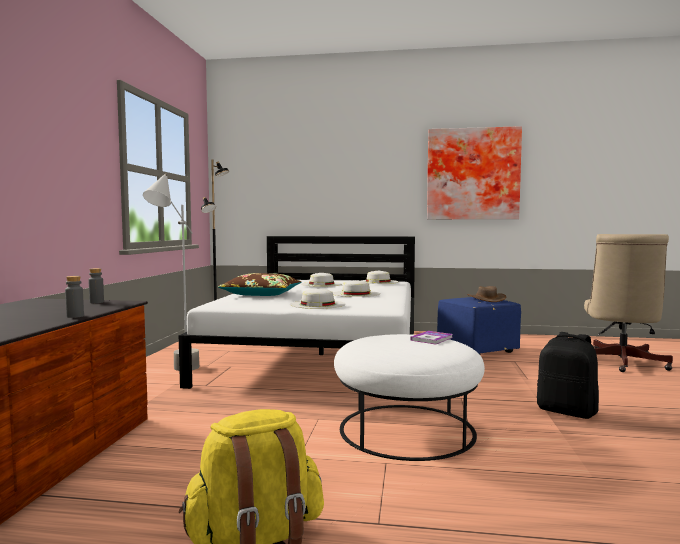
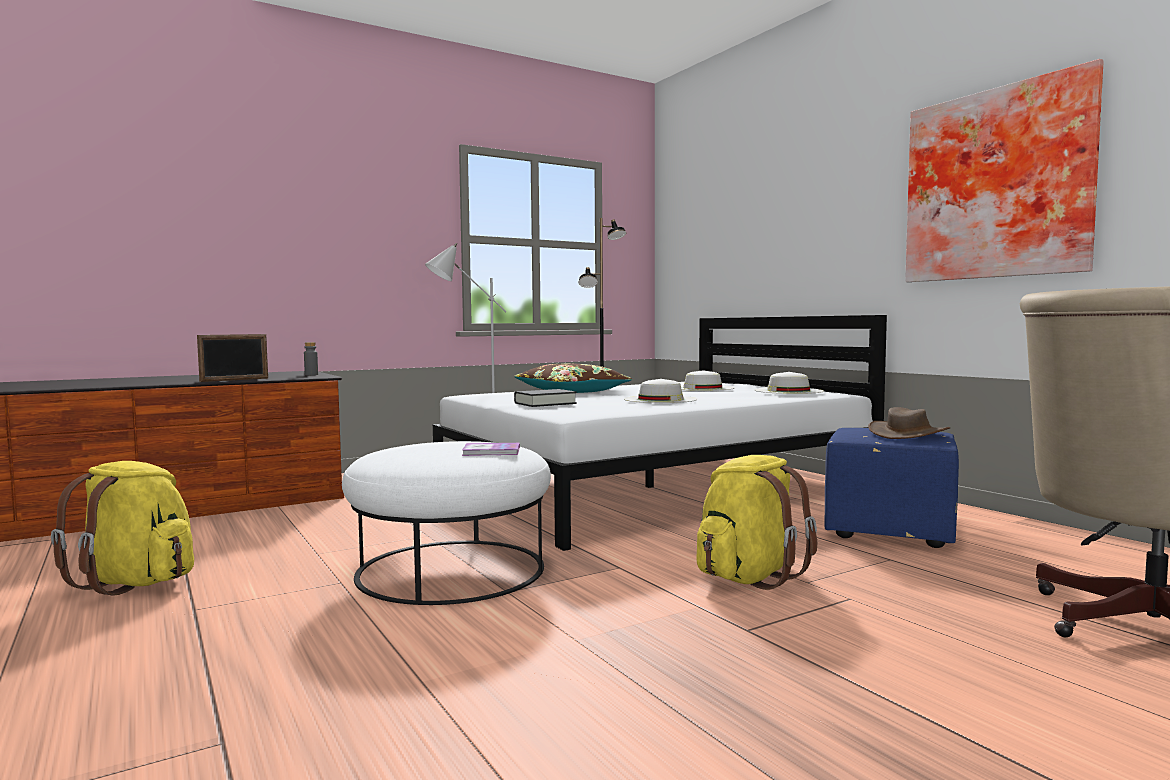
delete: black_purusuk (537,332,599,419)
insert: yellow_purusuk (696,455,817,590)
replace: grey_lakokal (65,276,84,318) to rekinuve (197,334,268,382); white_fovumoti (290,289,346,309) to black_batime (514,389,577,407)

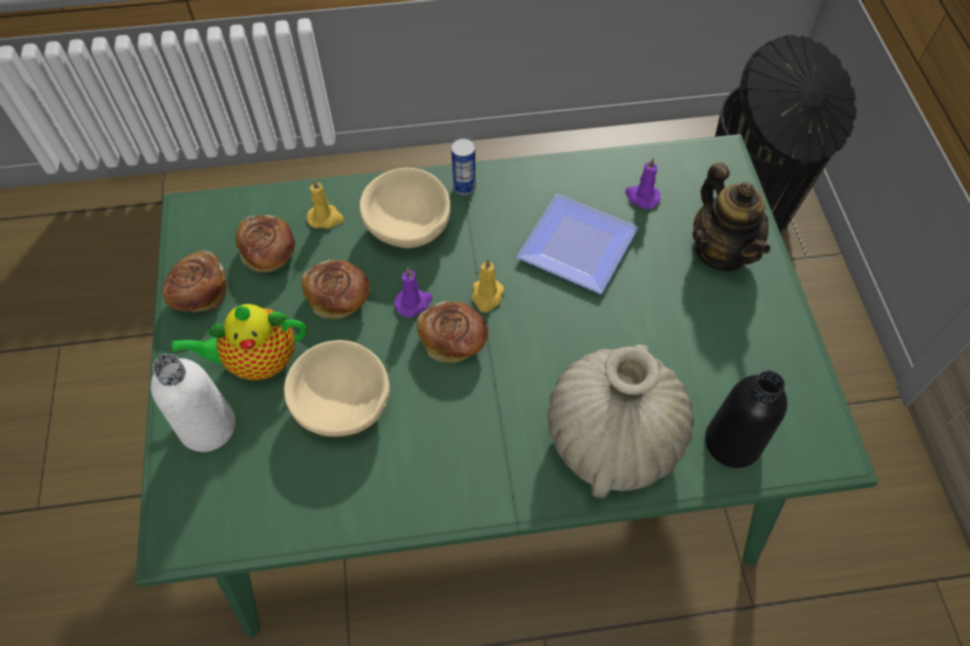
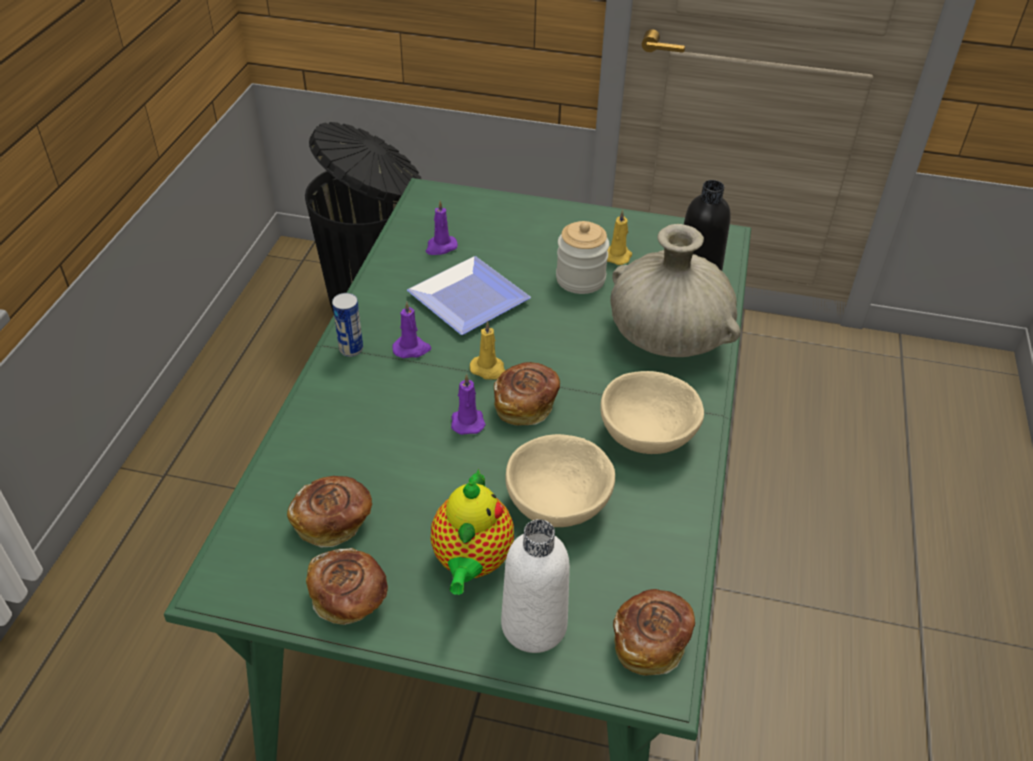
delete: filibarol (693,163,771,271)
insert: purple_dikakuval (393,301,432,358); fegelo (556,221,609,294)
move: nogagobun (301,259,371,319) to (613,589,695,676); yellow_dikakuval (307,179,344,229) to (607,210,632,265); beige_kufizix (360,168,451,248) to (600,371,704,454)

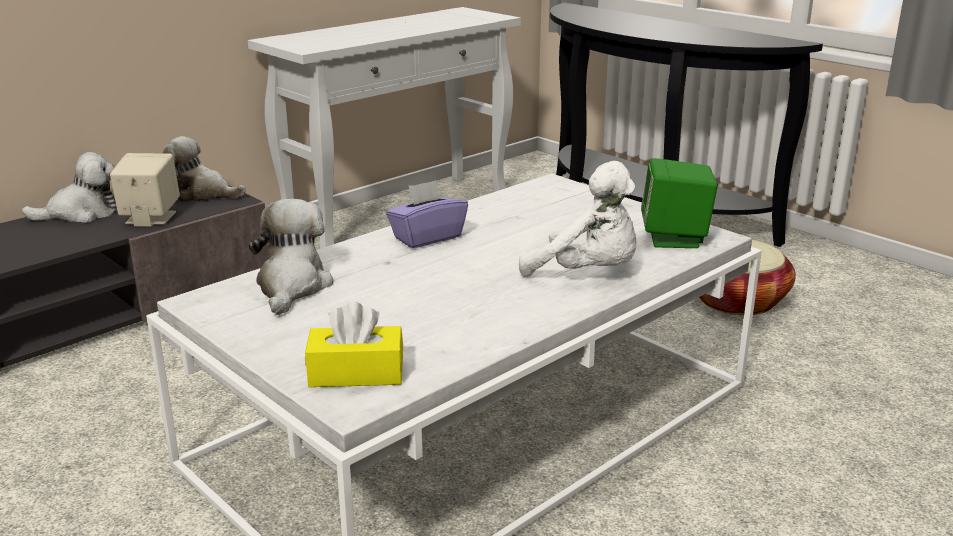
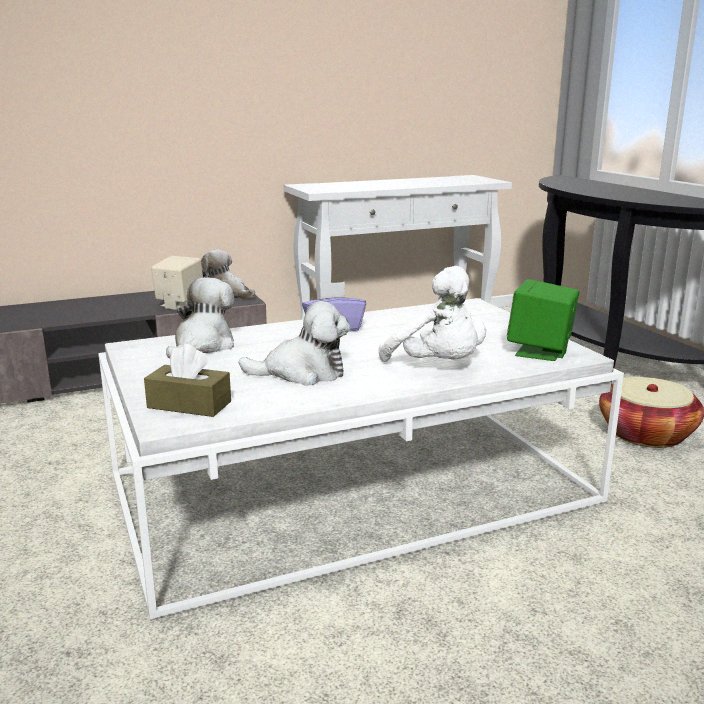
move: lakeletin (22,152,117,223) to (239,301,351,386)
recolor: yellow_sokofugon (305,302,403,387) to brown_sokofugon (144,344,231,417)

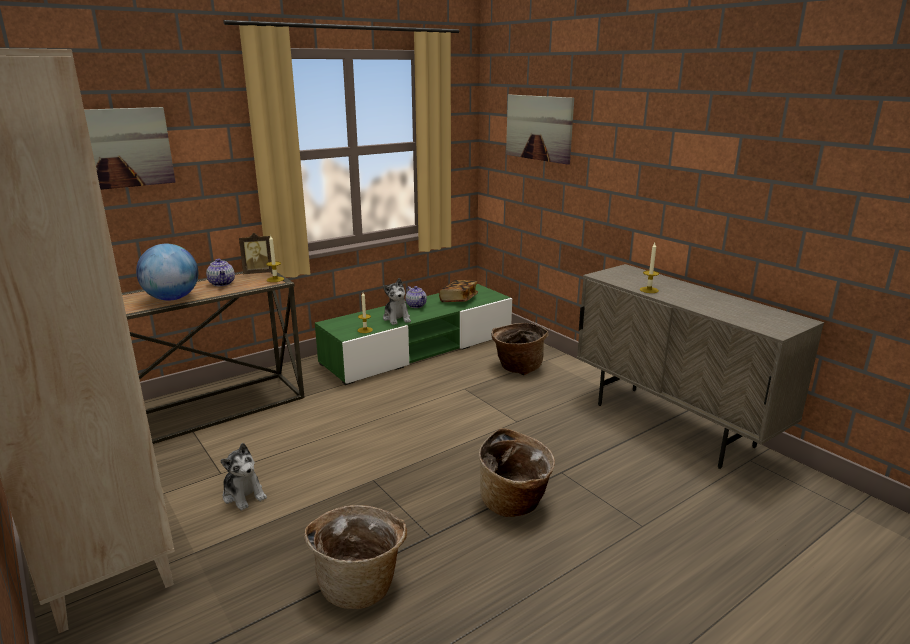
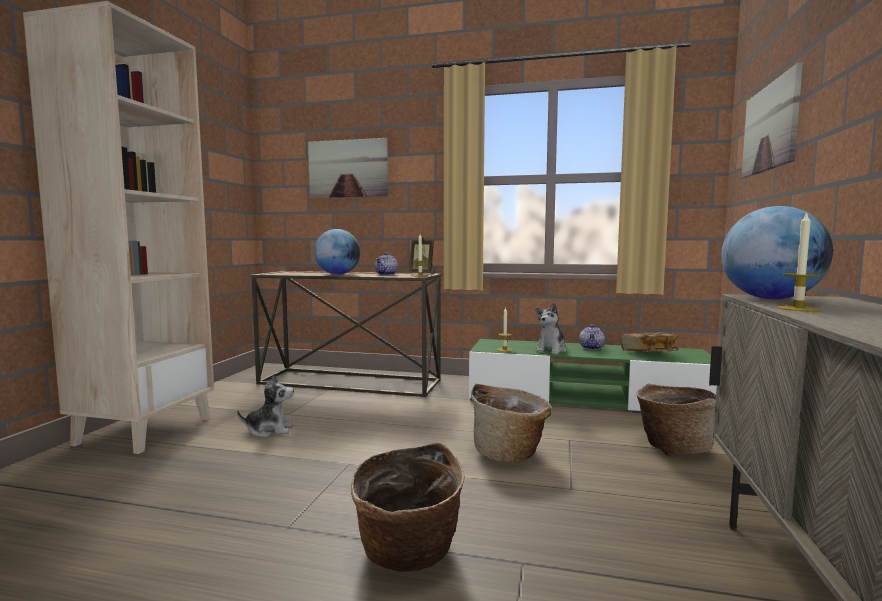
insert: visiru (721,206,833,299)
move: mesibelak (304,505,407,609) to (471,384,552,463)
rotate: lakeletin (220,443,267,511) = (237,374,294,437) 105 degrees counterclockwise

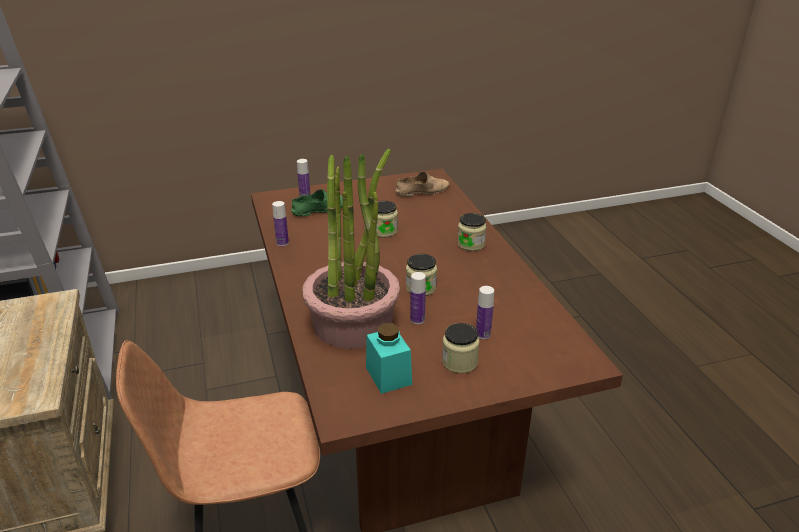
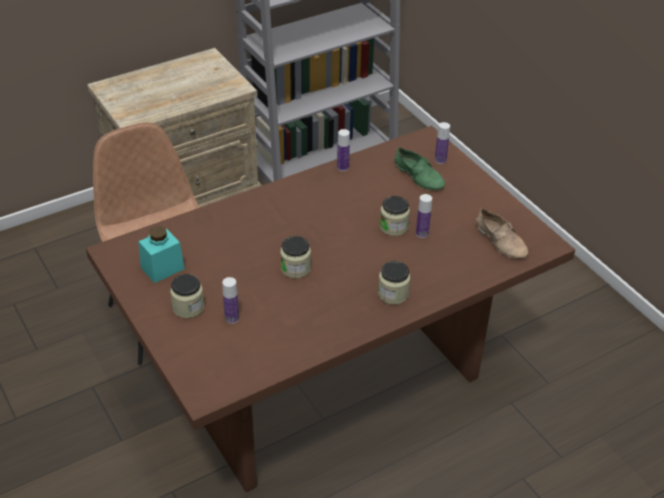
delete: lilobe (302,149,400,349)
move: lakokal (410,272,426,324) to (416,194,432,238)

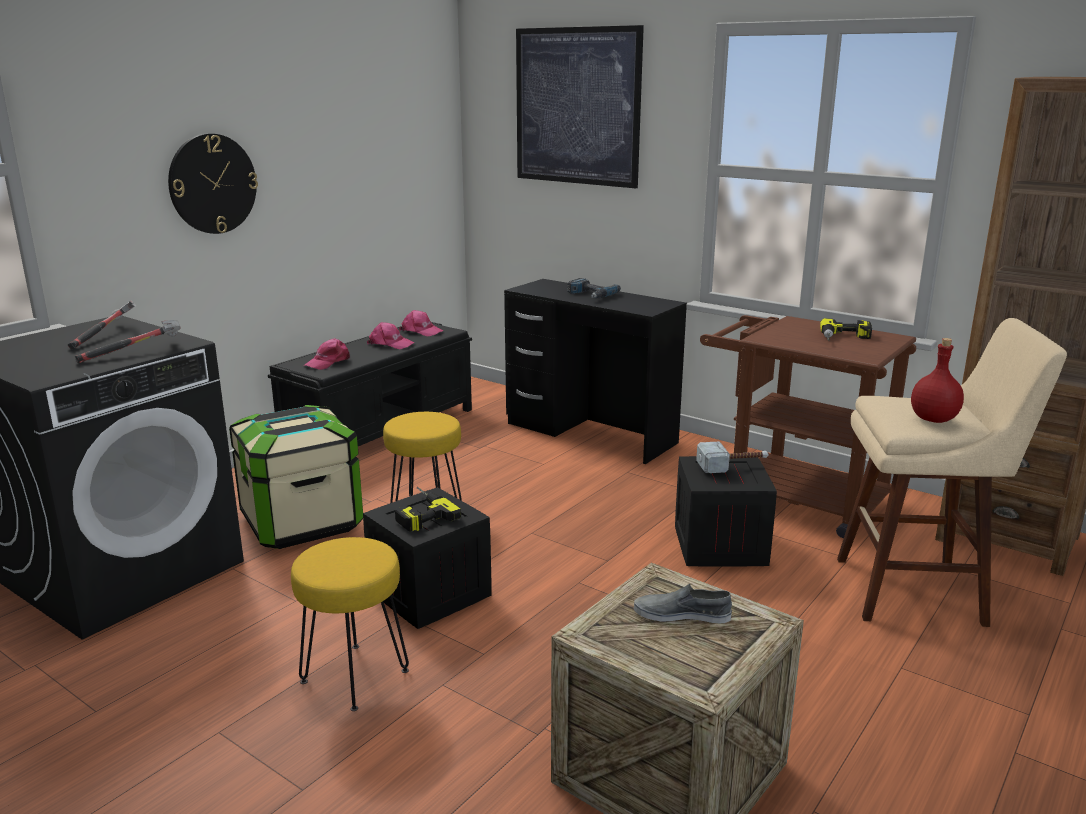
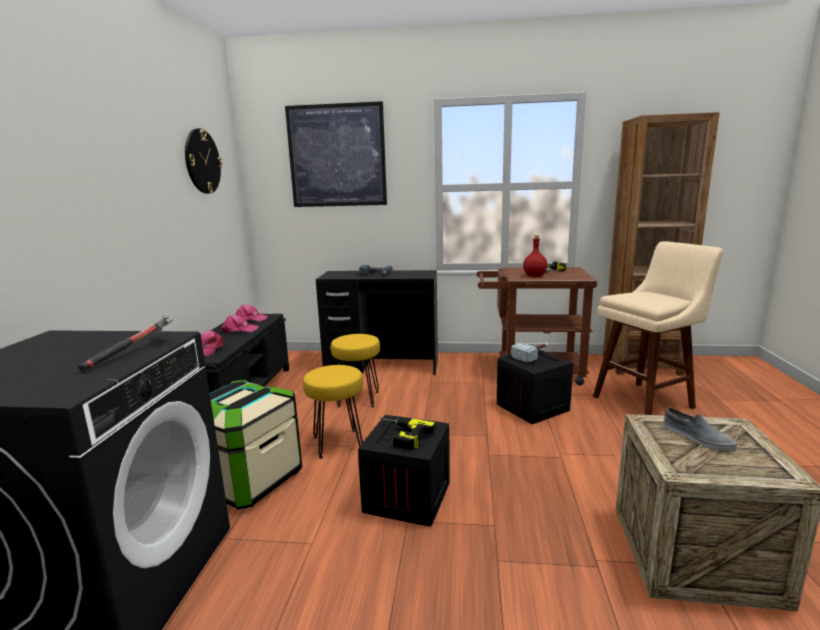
delete: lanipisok (68,300,136,350)
move: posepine (168,133,258,234) to (185,128,222,194); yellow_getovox (291,537,409,711) to (331,334,380,408); red_lakokal (911,338,964,423) to (523,235,547,277)
rotate: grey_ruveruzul (634,584,732,623) = (663,407,737,451) 105 degrees counterclockwise

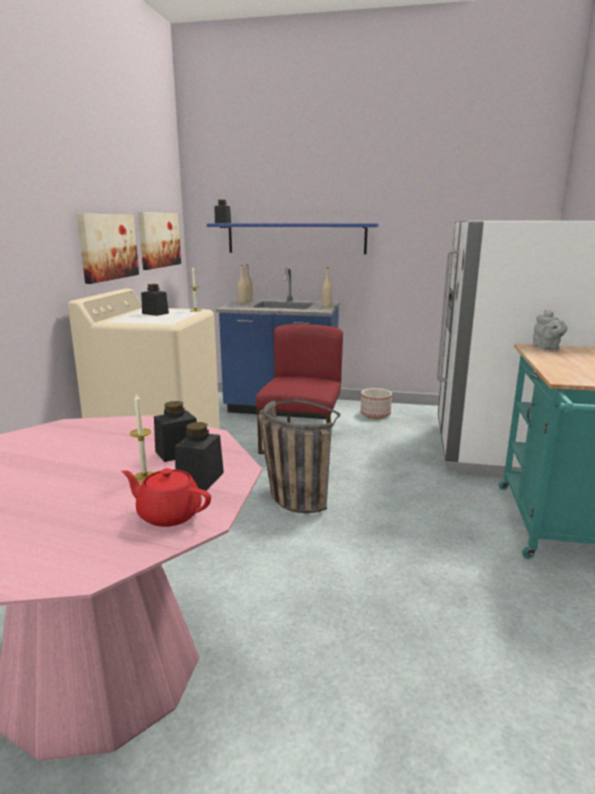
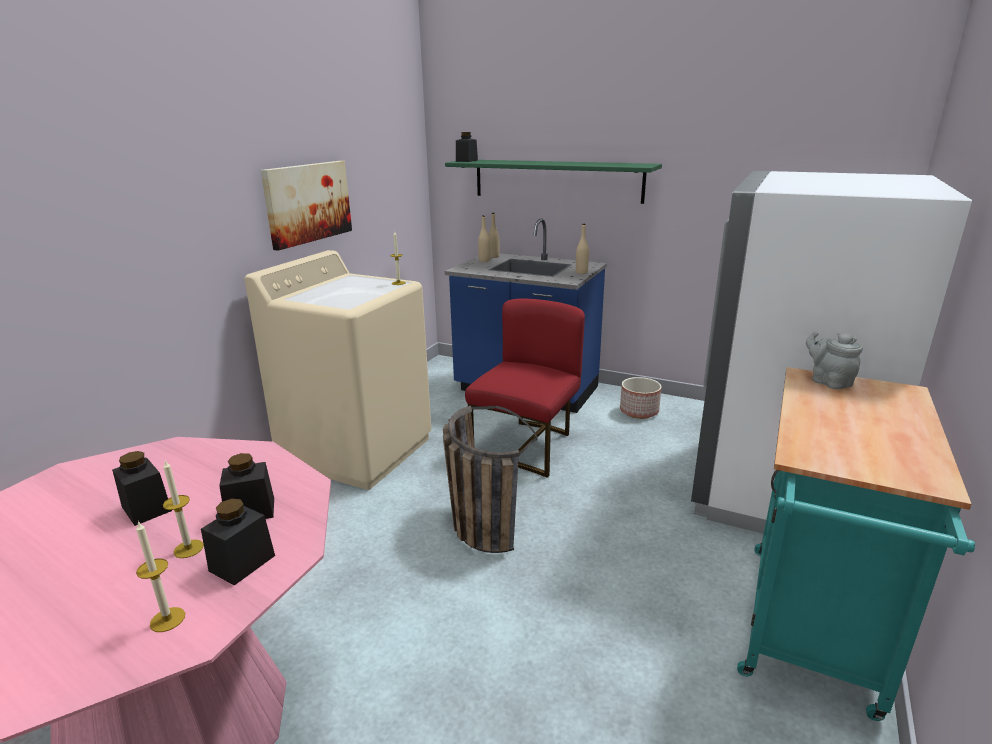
delete: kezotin (138,212,181,270)
move: black_fegelo (141,284,169,316) to (112,451,172,526)
replace: red_filibarol (121,468,211,527) to dikakuval (136,521,185,632)
recolor: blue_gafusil (207,224,379,254) to green_gafusil (445,160,662,204)
rotate: grey_filibarol (533,310,568,350) = (806,332,863,390) 150 degrees clockwise

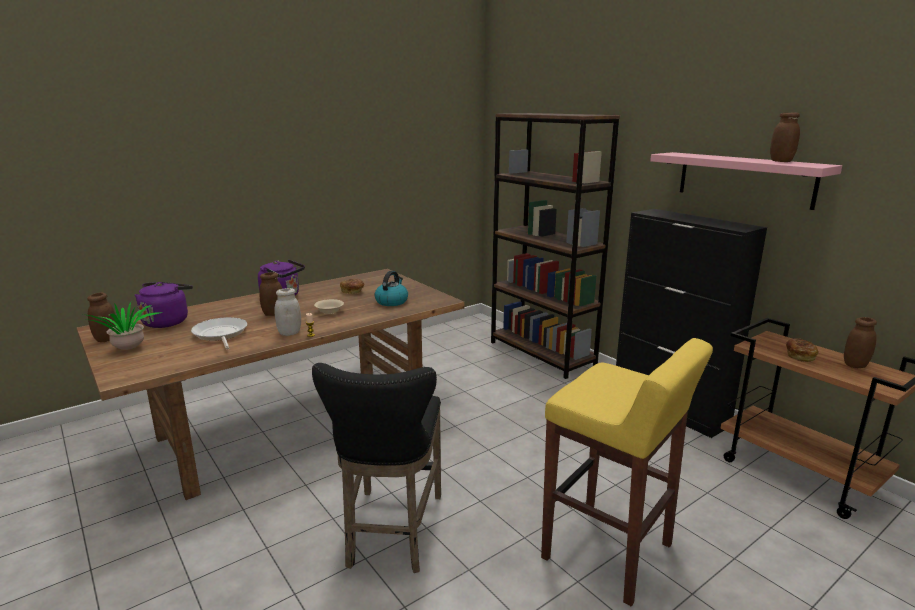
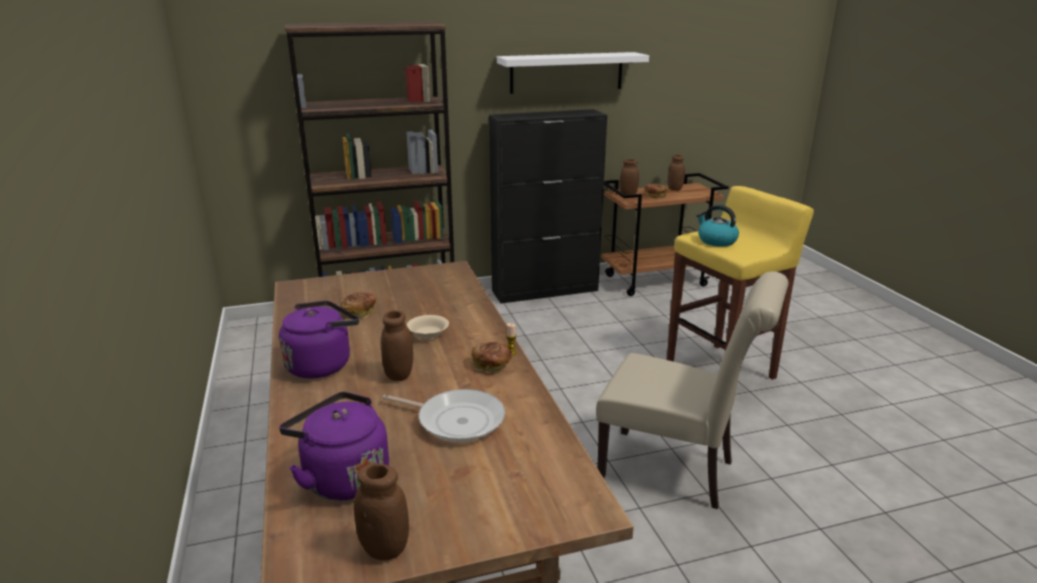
delete: lilobe (83,302,163,350)
move: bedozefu (375,271,408,306) to (696,205,739,247); brown_fegelo (770,112,800,162) to (620,159,639,195)
replace: white_fegelo (275,288,301,336) to nogagobun (472,342,512,373); black_getovox (312,363,441,573) to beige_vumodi (596,271,789,509)
recolor: pink_gafusil (650,152,842,210) to white_gafusil (497,52,649,94)
rotate: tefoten (191,317,247,349) = (382,389,505,442) 150 degrees counterclockwise

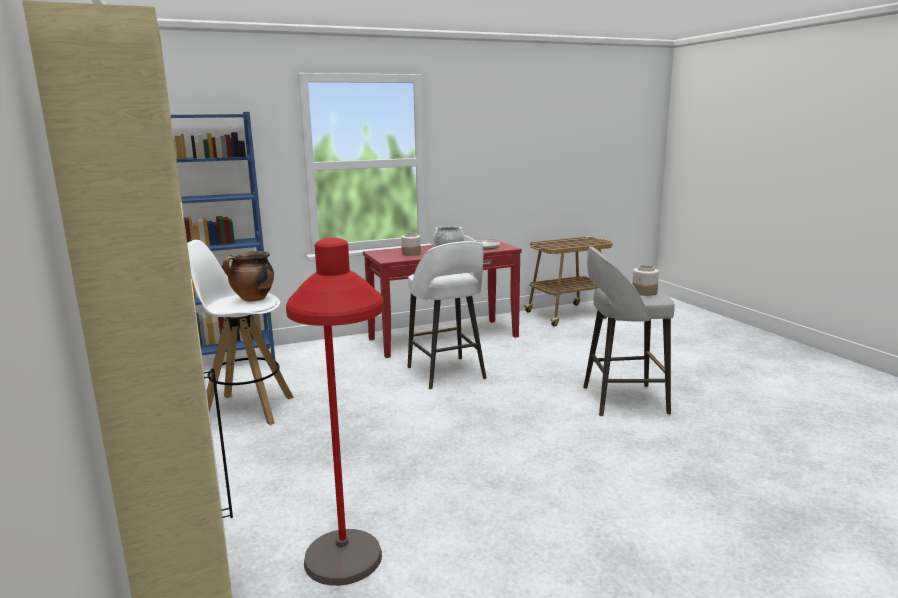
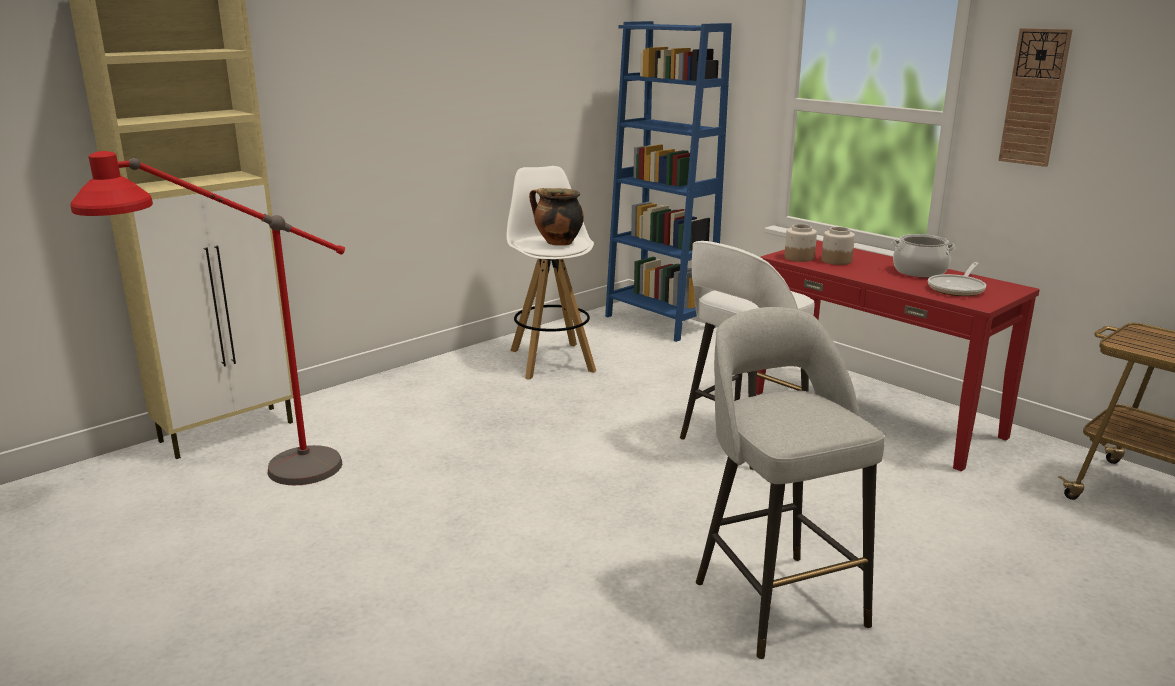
insert: posepine (998,28,1073,167)
move: fegelo (632,265,659,296) to (785,224,817,262)

